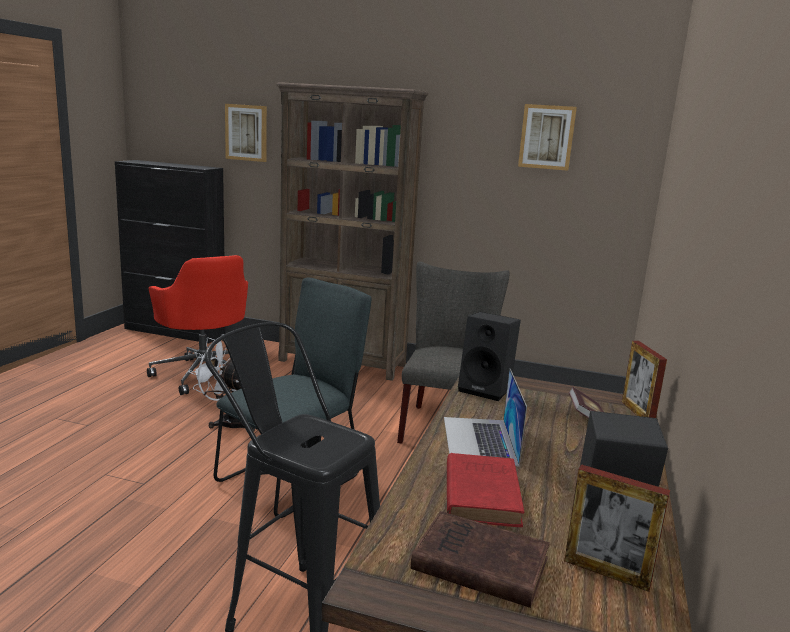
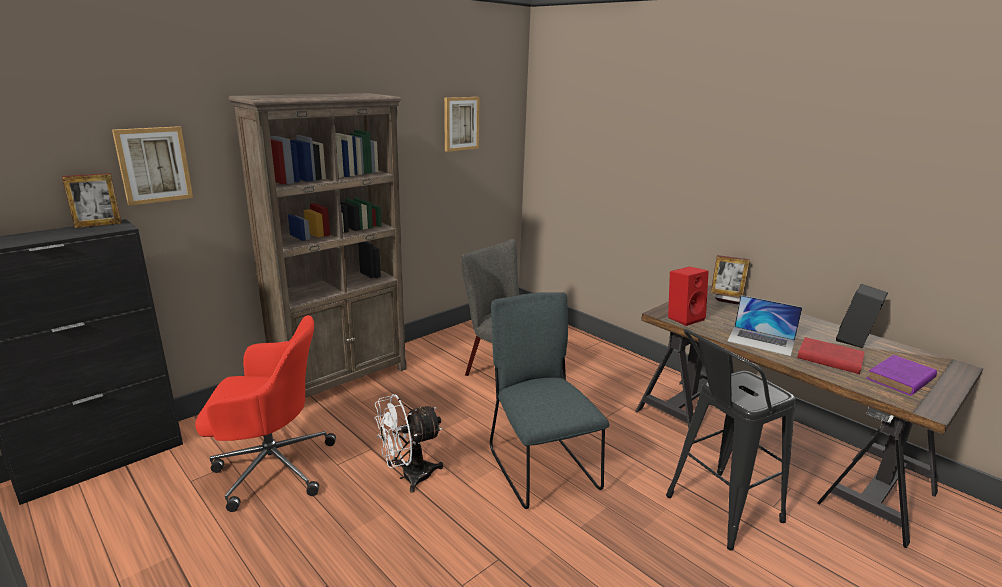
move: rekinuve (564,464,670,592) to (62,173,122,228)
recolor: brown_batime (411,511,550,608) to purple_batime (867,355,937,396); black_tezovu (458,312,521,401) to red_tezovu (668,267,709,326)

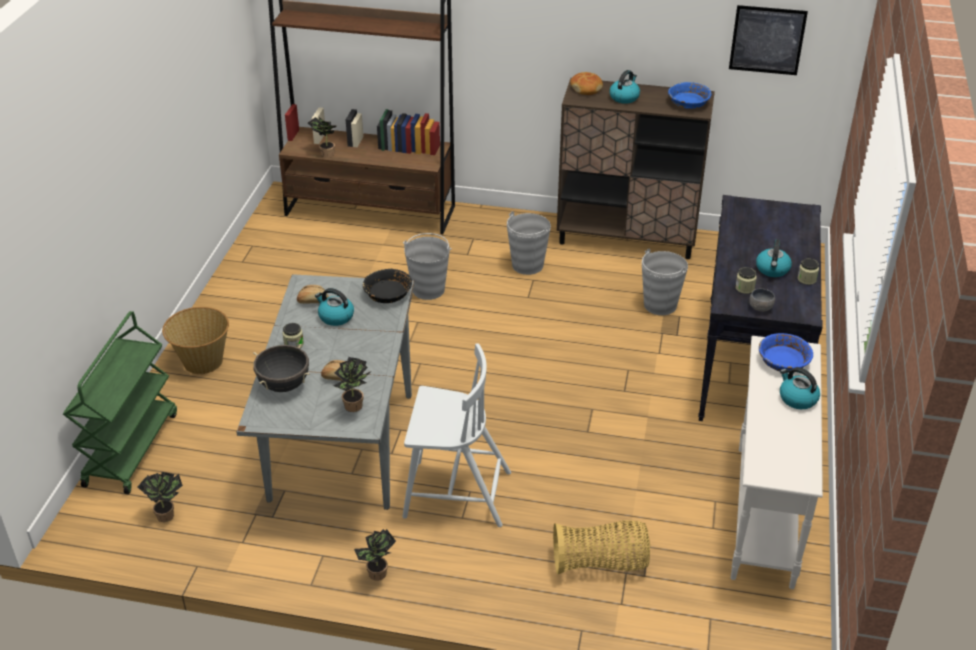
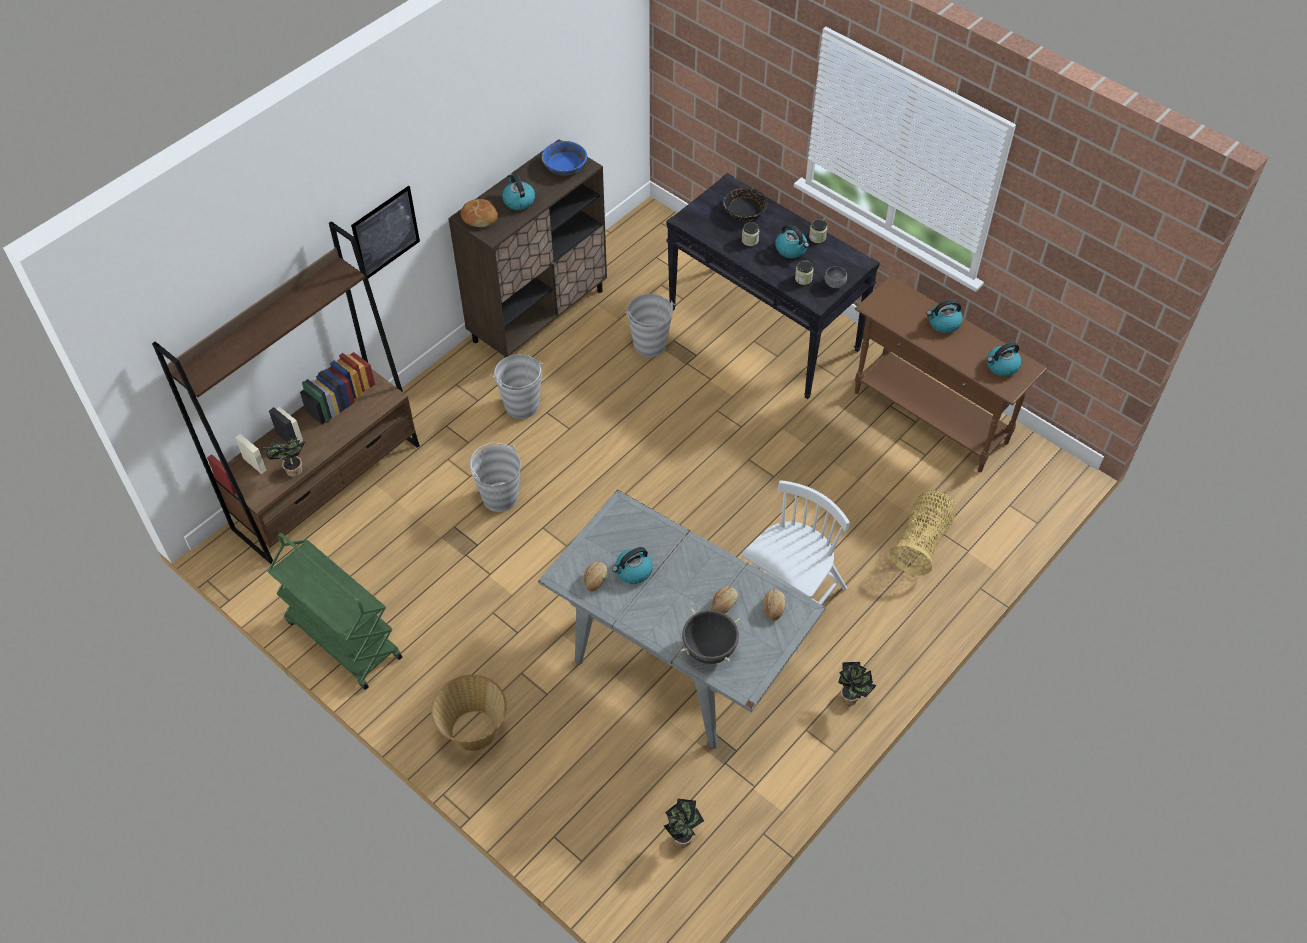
delete: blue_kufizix (759,333,813,373)
insert: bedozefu (987,342,1022,376)
move: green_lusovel (63,311,177,494) to (267,533,402,690); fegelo (282,323,304,348) to (742,222,759,246); black_kufizix (363,269,412,303) to (723,187,768,221); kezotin (729,5,808,75) to (351,186,420,278)
replace: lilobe (334,357,371,412) to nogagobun (763,589,785,621)
recolor: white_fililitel (731,336,823,589) to brown_fililitel (855,276,1048,473)

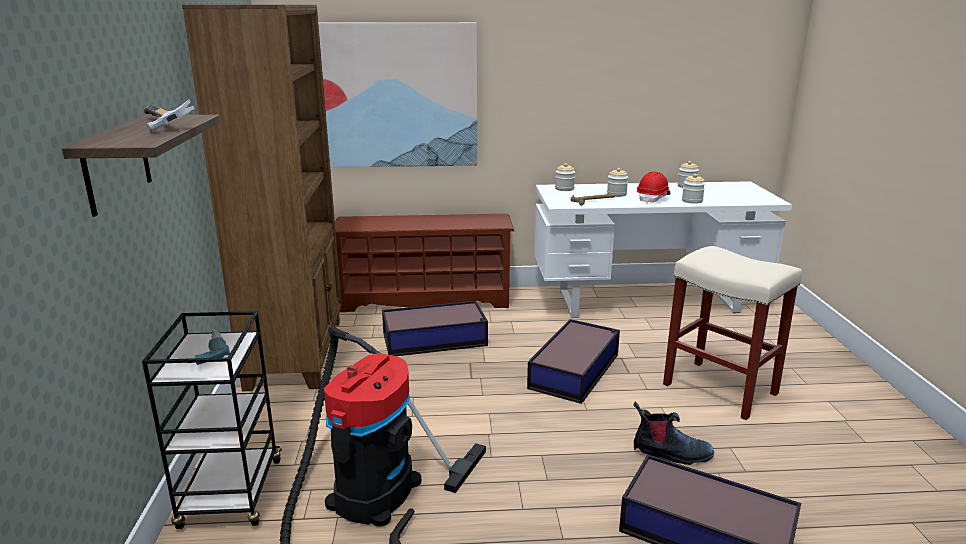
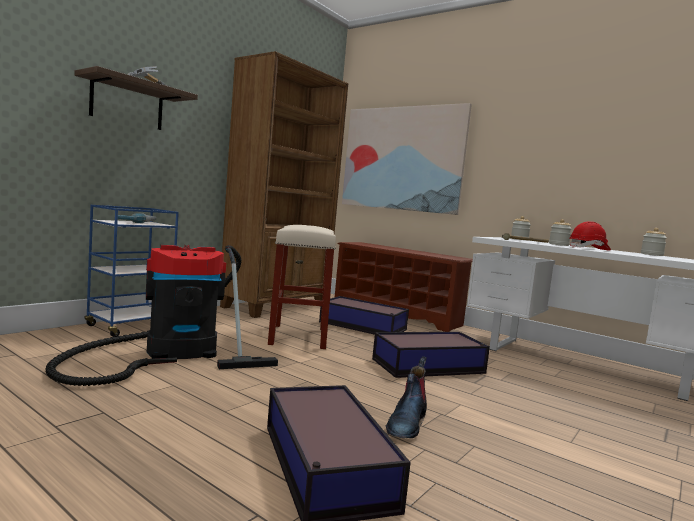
delete: fegelo (682,174,705,204)
move: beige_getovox (663,246,802,420) to (268,225,336,349)
recolor: black_lusovel (142,311,282,529) to blue_lusovel (84,205,179,337)
rotate: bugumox (633,401,714,465) = (386,356,427,438) 60 degrees clockwise

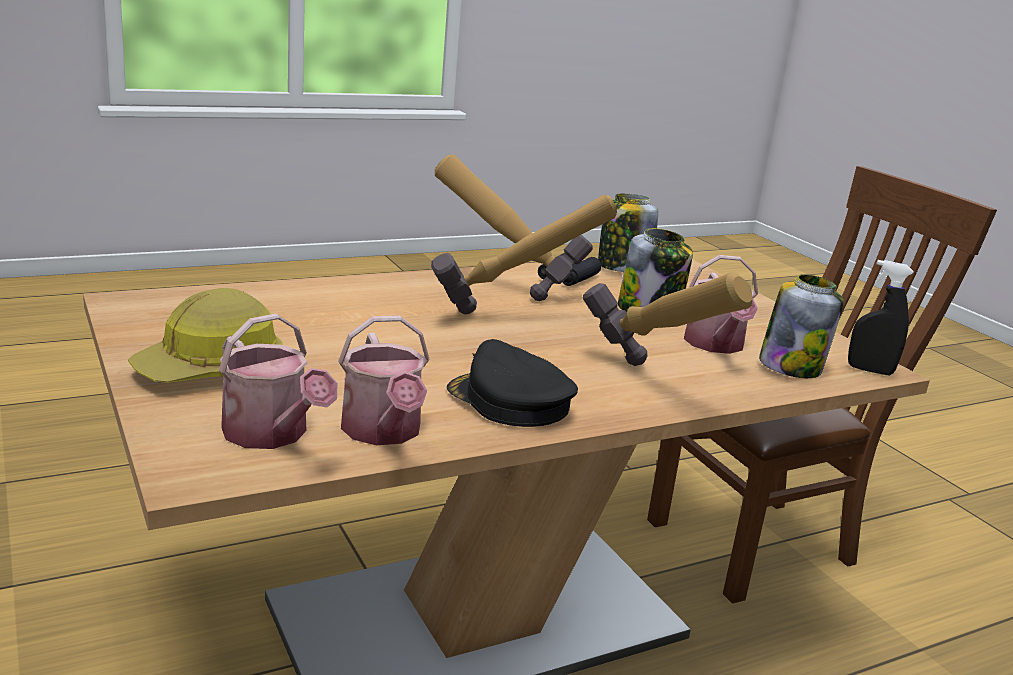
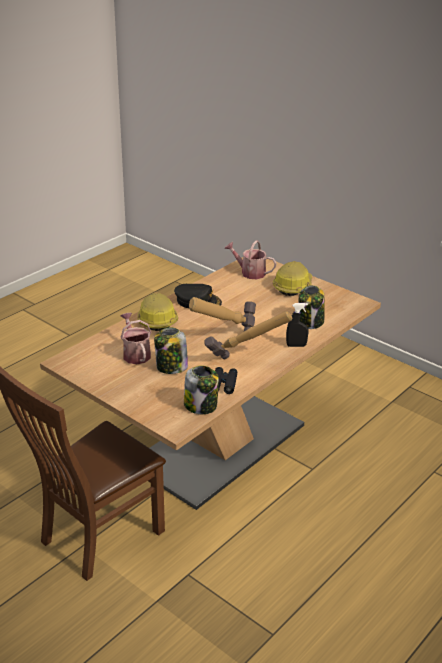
delete: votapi (338,316,430,445)
move: fegelo (759,274,844,378) to (299,285,325,329); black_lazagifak (848,260,913,375) to (286,303,309,347)
replace: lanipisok (582,272,752,366) to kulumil (137,293,178,331)

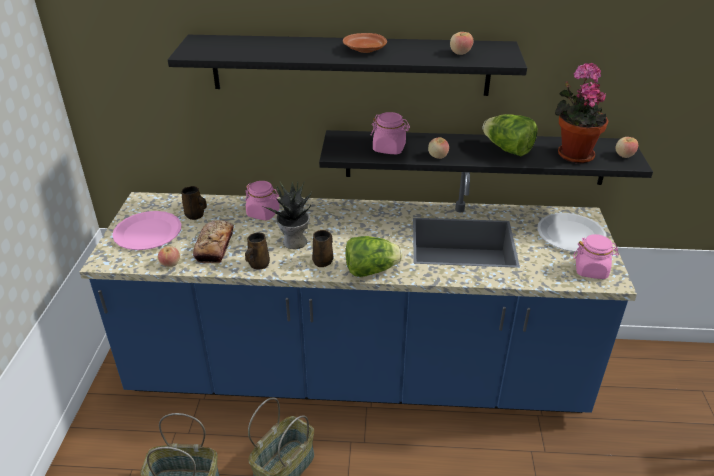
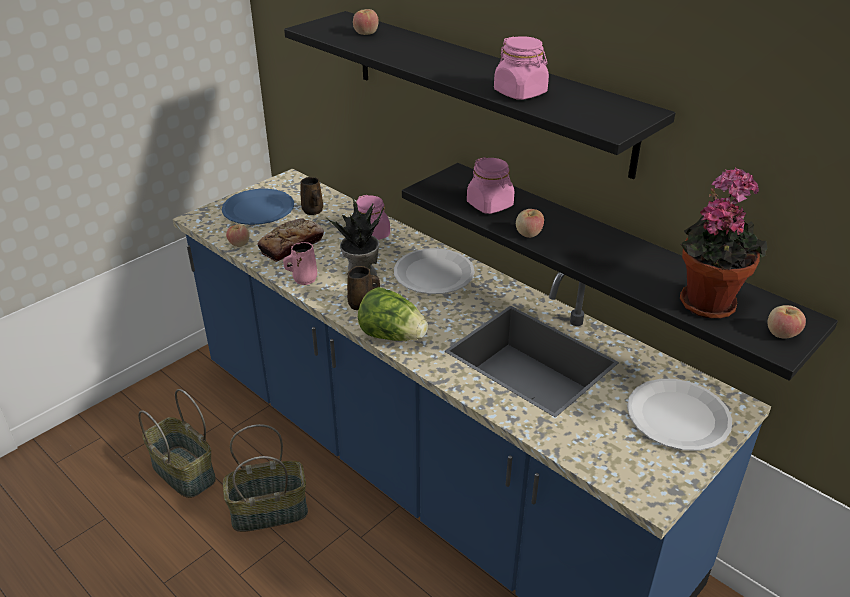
delete: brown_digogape (343,33,387,53); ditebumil (482,114,538,156)
insert: white_digogape (394,248,475,294)
move: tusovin (450,32,473,55) to (353,9,379,35); pink_fegelo (574,234,619,279) to (494,36,549,100)
recolor: pink_digogape (112,211,181,250) to blue_digogape (222,189,294,225); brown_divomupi (245,233,270,270) to pink_divomupi (283,242,317,285)

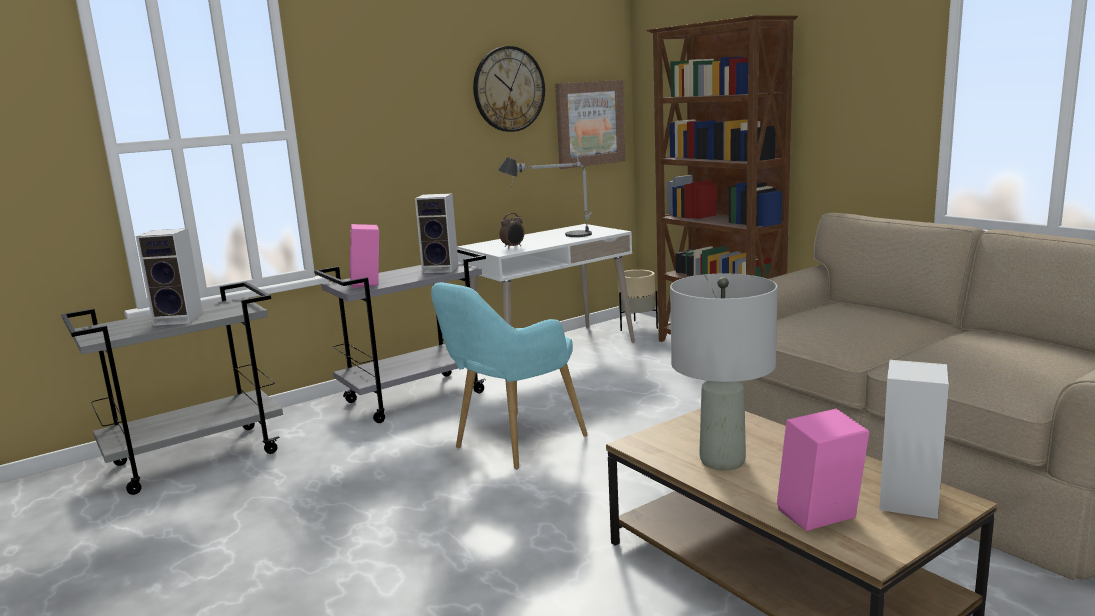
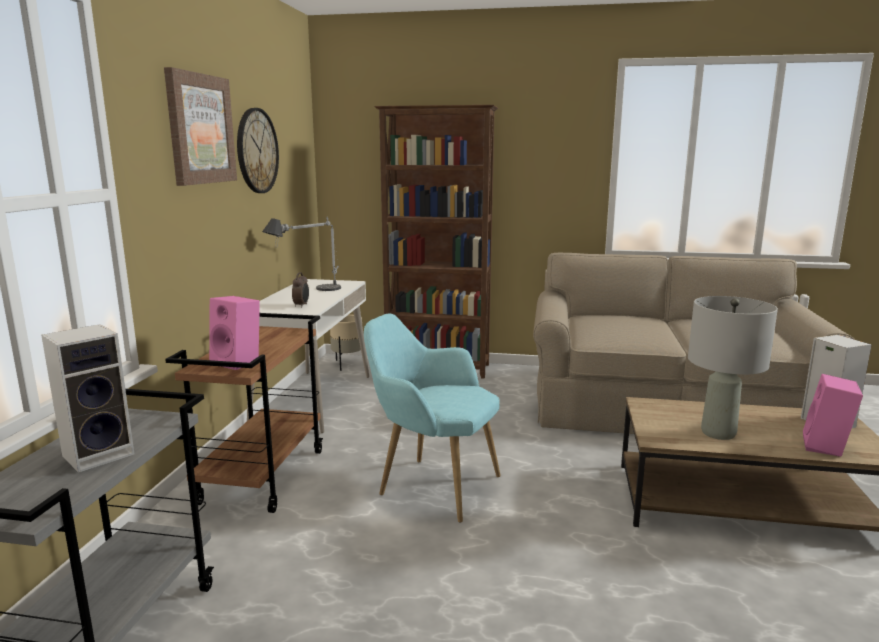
delete: tezovu (415,193,459,273)
move: kezotin (555,80,626,169) to (164,67,237,186)
recolor: grey_lusovel (314,248,486,423) to brown_lusovel (165,313,323,513)
rotate: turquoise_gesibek (431,282,588,469) = (364,313,501,523) 120 degrees clockwise

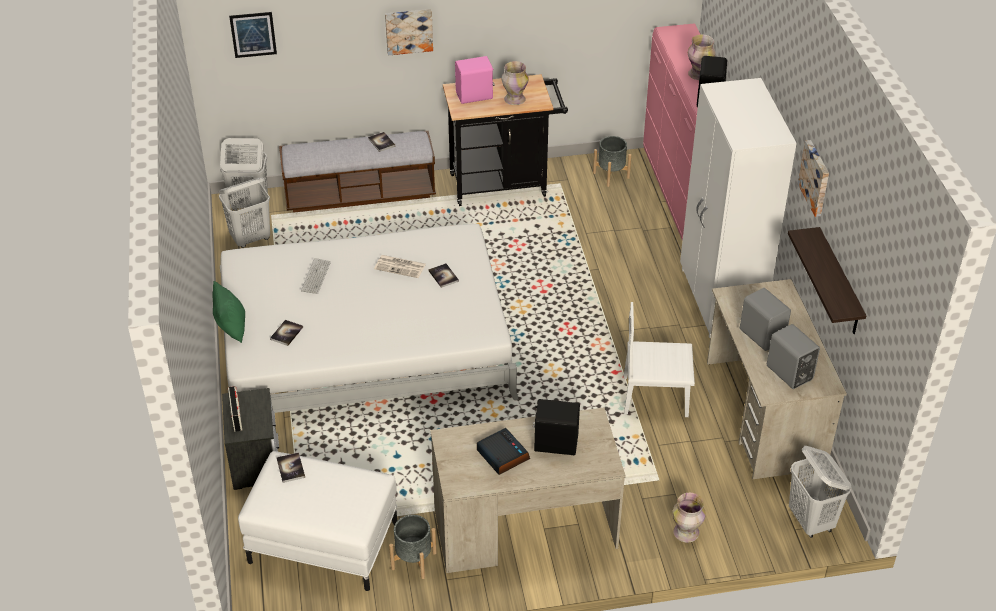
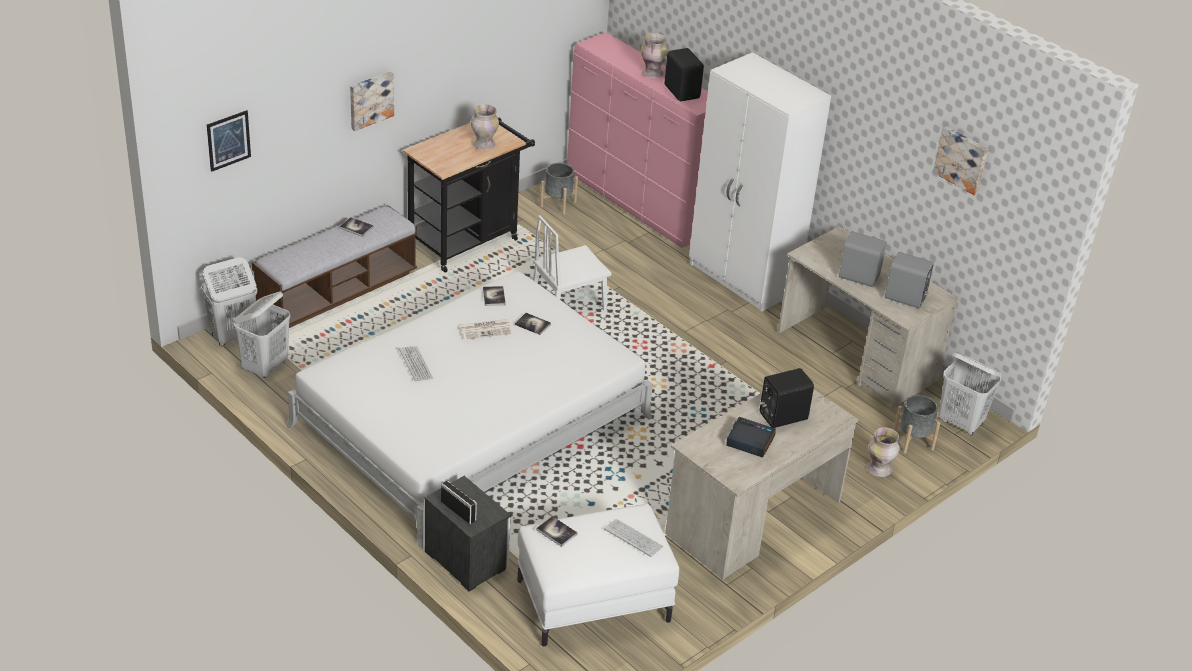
delete: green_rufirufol (212,281,245,343); pink_tezovu (455,56,495,104); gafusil (788,227,866,334)
insert: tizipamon (604,519,664,557)
move: batime (270,320,303,346) to (483,286,506,306); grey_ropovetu (389,515,437,579) to (893,395,940,454); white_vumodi (624,302,695,417) to (533,215,611,311); kezotin (797,140,829,217) to (933,126,988,195)

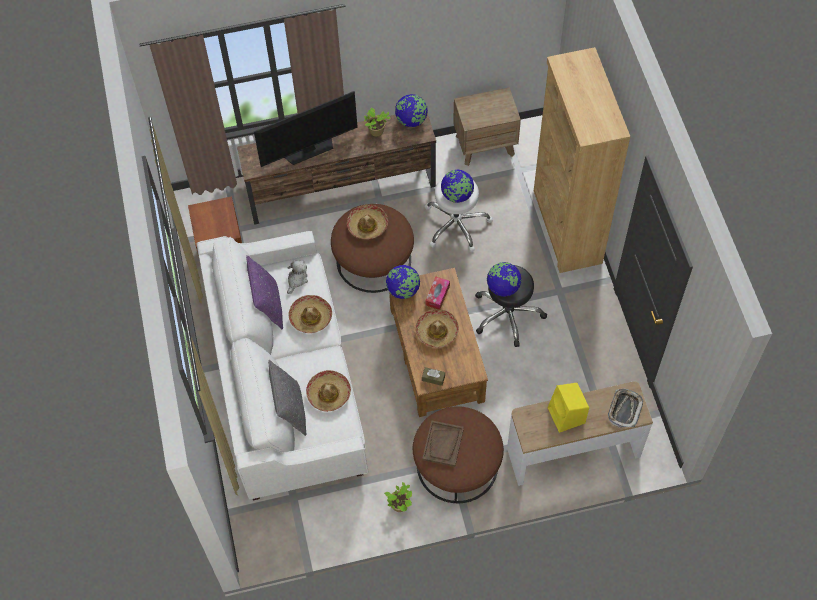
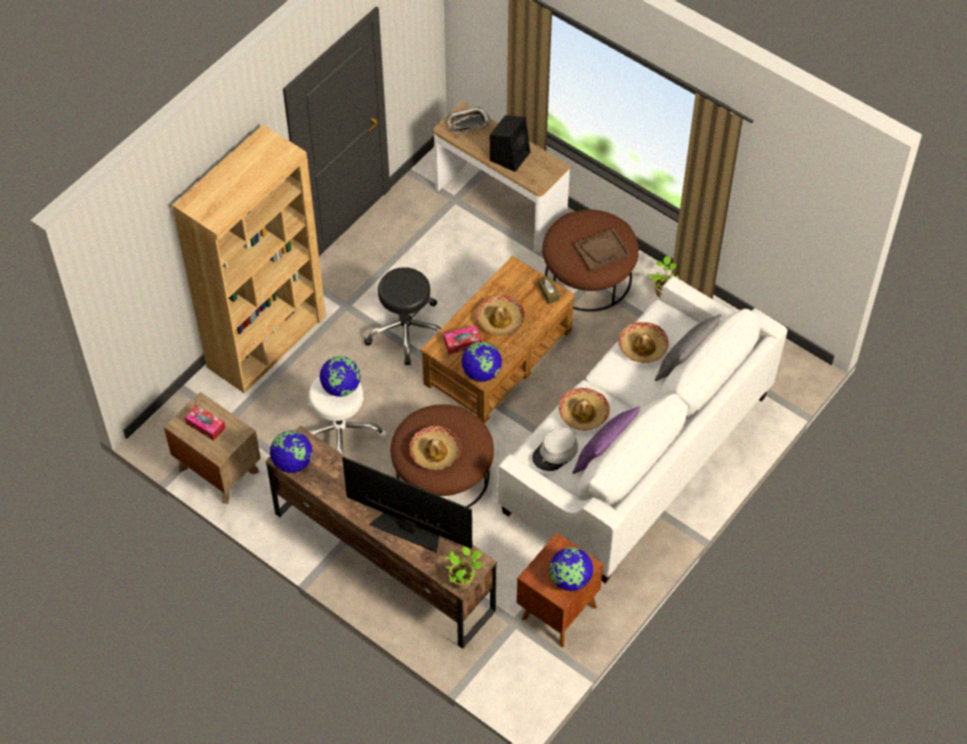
insert: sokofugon (185,405,225,441)
move: lilobe (364,108,390,136) to (445,547,484,589); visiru (487,262,521,297) to (549,547,593,591)
replace: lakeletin (287,260,308,294) to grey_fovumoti (532,427,578,471)
recolor: yellow_tezovu (548,383,589,433) to black_tezovu (490,115,530,172)

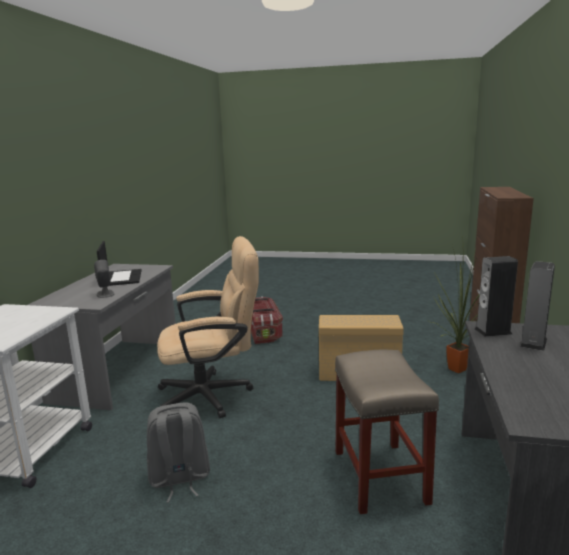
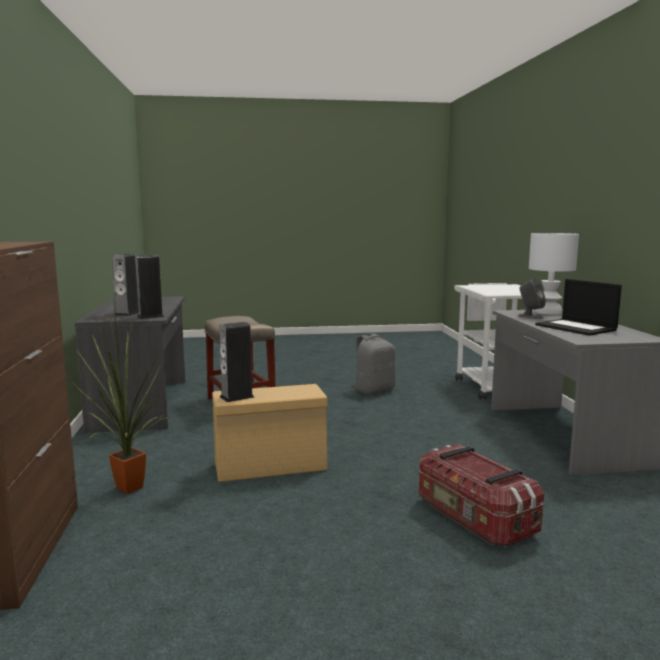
delete: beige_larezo (157,236,259,418)
insert: tezovu (219,322,254,402); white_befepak (529,233,579,315)

